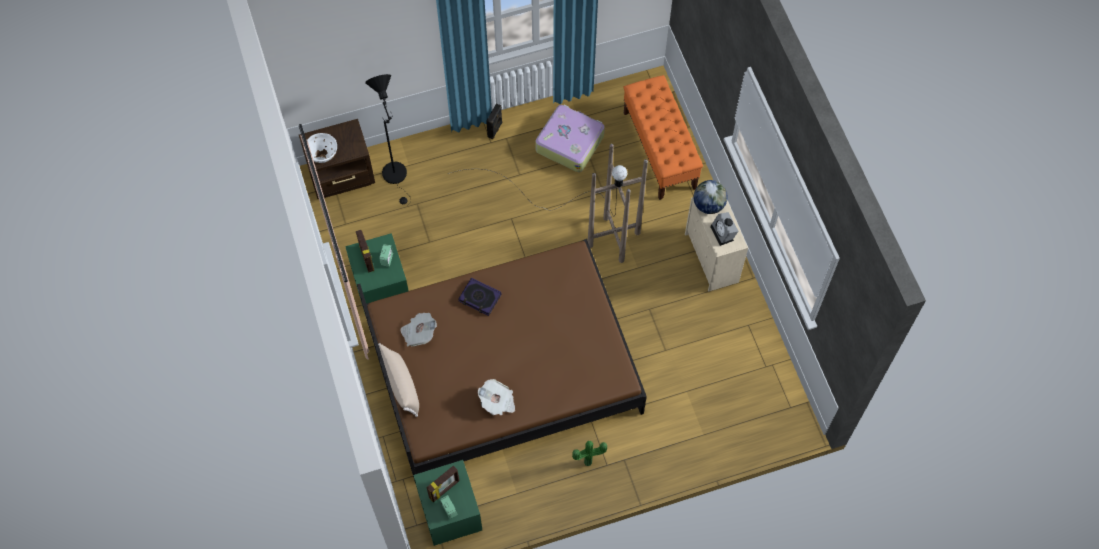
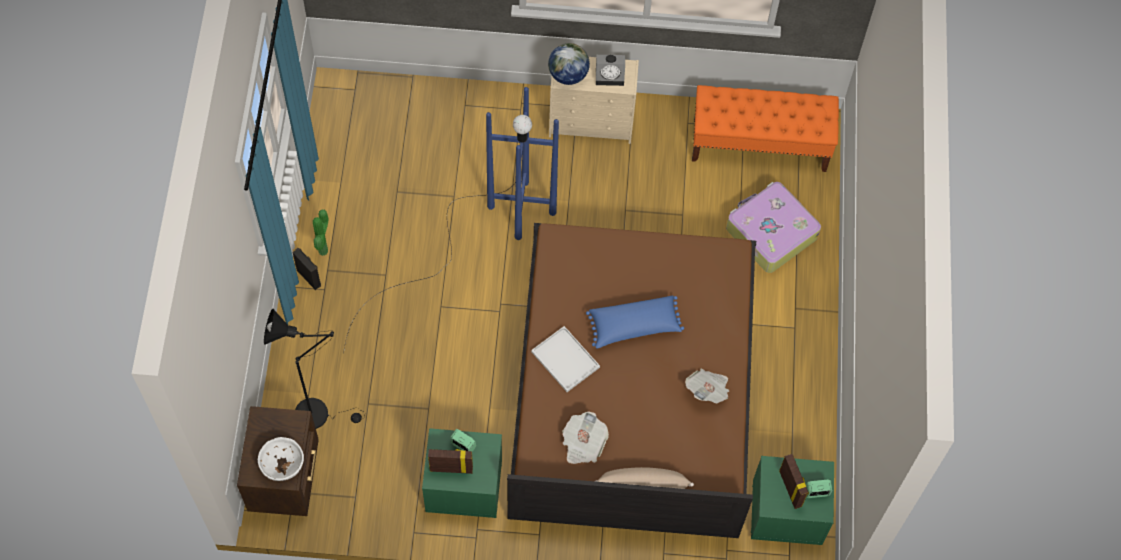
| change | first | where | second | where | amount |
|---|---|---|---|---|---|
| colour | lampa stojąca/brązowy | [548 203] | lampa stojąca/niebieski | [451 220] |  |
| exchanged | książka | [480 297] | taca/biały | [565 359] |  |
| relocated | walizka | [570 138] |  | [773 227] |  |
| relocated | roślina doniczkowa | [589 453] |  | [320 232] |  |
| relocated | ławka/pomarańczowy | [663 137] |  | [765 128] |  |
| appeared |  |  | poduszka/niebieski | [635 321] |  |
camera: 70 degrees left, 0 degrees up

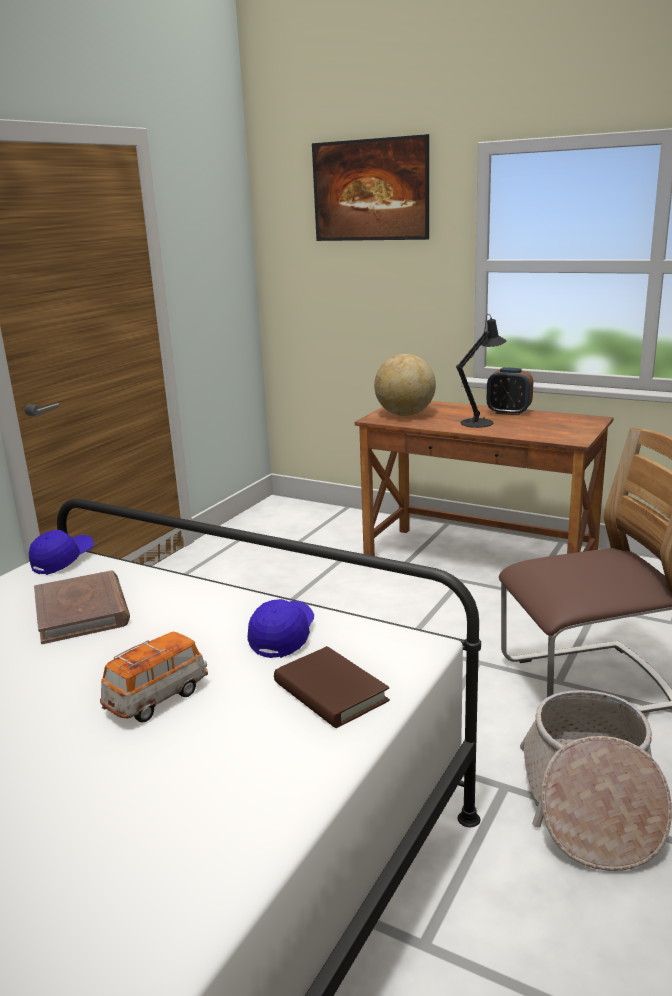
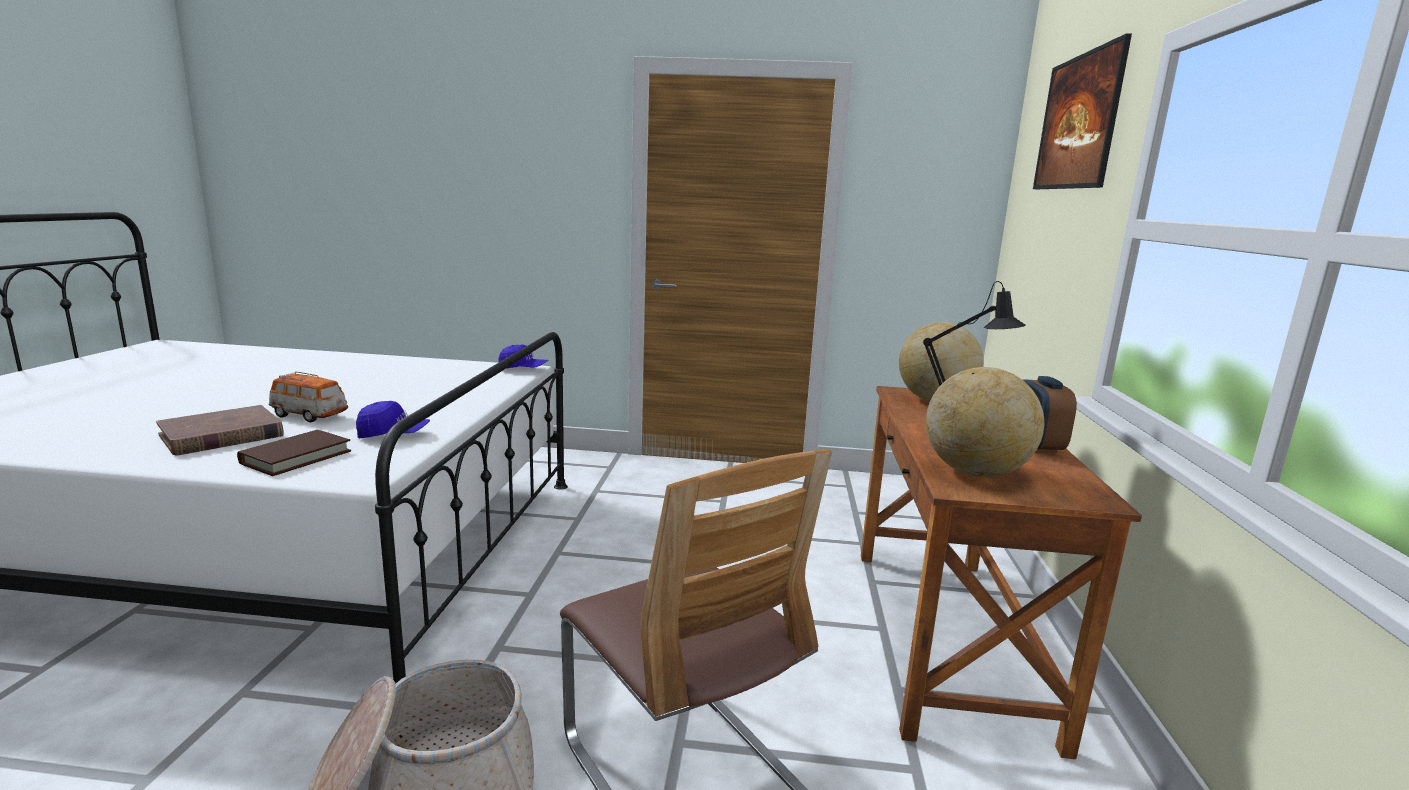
| change | first | where | second | where | amount |
|---|---|---|---|---|---|
| relocated | książka/brązowy | [82 607] |  | [220 430] |  |
| appeared |  |  | globus | [985 422] |  |
camera: 65 degrees right, 5 degrees down

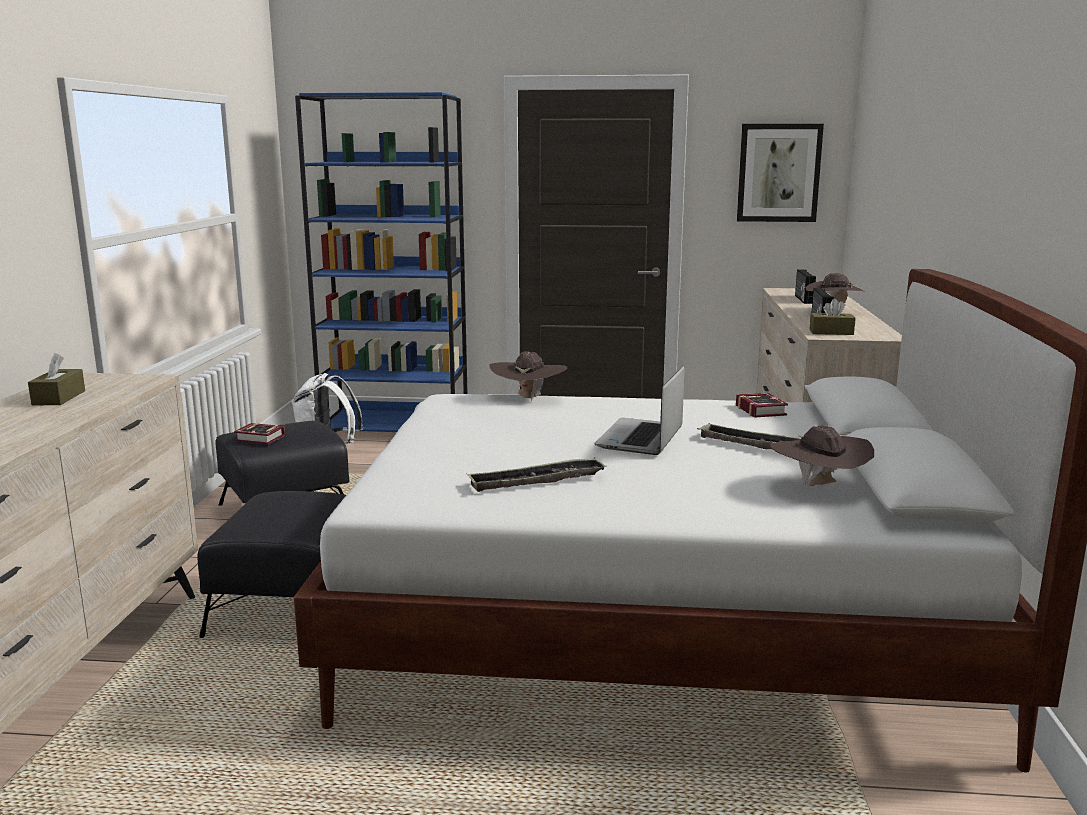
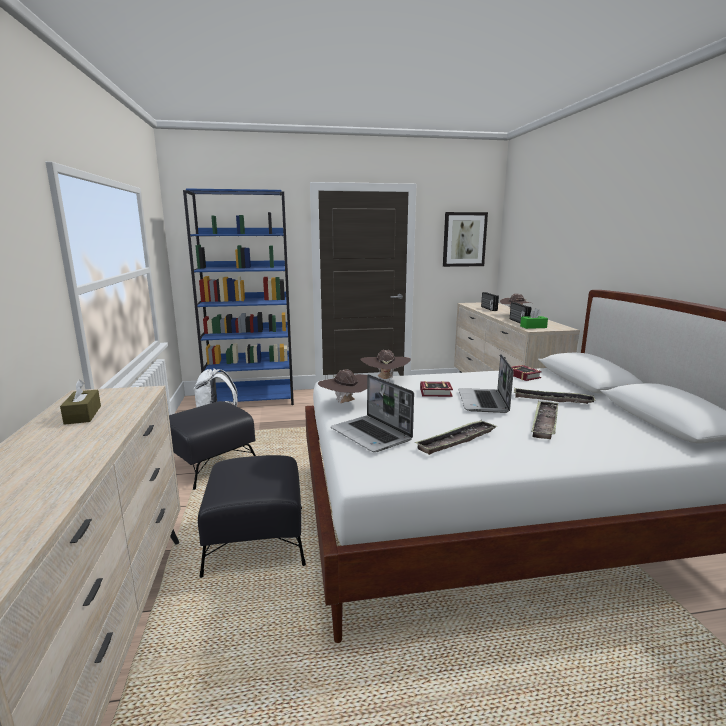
| change | first | where | second | where | amount |
|---|---|---|---|---|---|
| relocated | książka | [259 434] |  | [436 389] |  |
| relocated | kapelusz/brązowy | [822 455] |  | [342 386] |  |
| colour | pudełko chusteczek/brązowy | [832 317] | pudełko chusteczek/zielony | [534 318] |  |
| appeared |  |  | laptop | [372 413] |  |
| appeared |  |  | taca | [544 420] |  |
camera: 15 degrees left, 0 degrees up

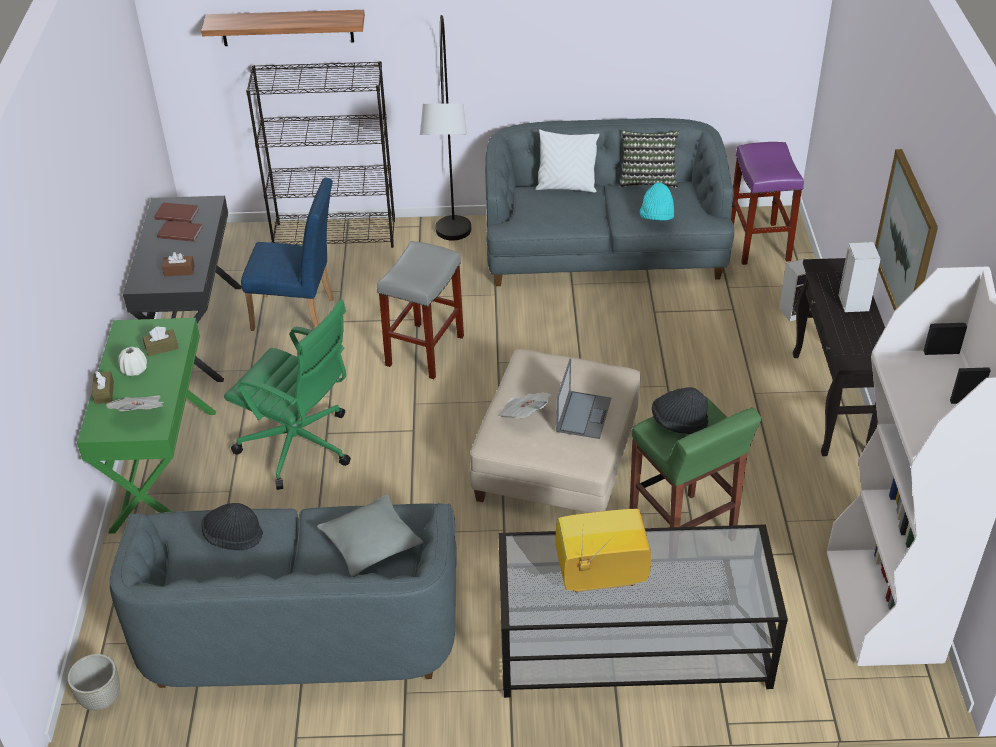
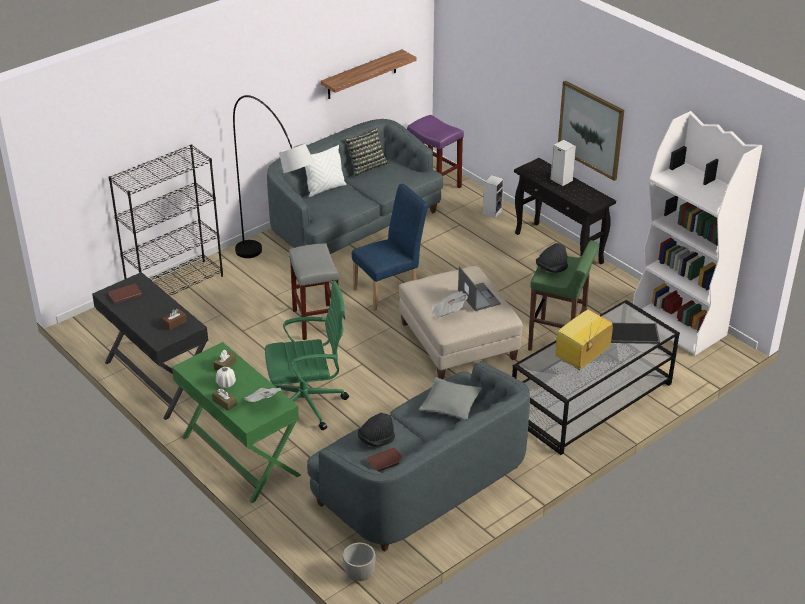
| change | first | where | second | where | amount |
|---|---|---|---|---|---|
| relocated | książka/brązowy | [180 231] |  | [384 459] |  |
| relocated | półka | [283 28] |  | [369 74] |  |
| relocated | krzesło/niebieski | [287 254] |  | [390 247] |  |
| missing | kapelusz/turkusowy | [657 202] |  |  |  |
| appeared |  |  | taca | [635 333] |  |
camera: 40 degrees left, 5 degrees down

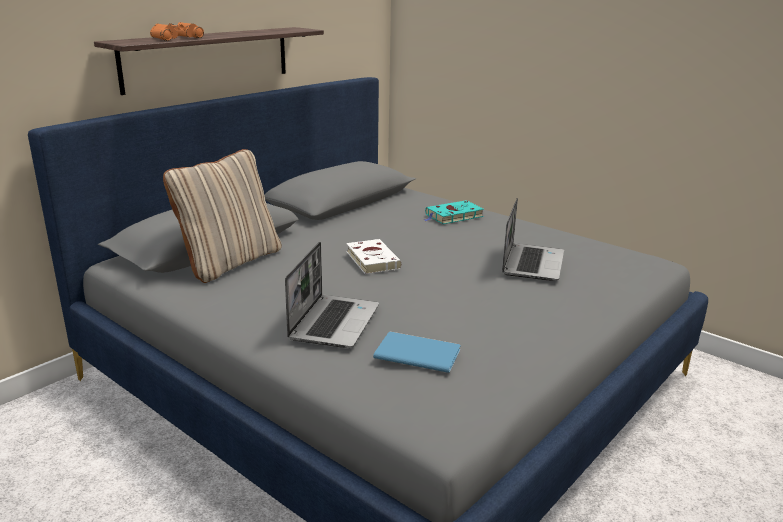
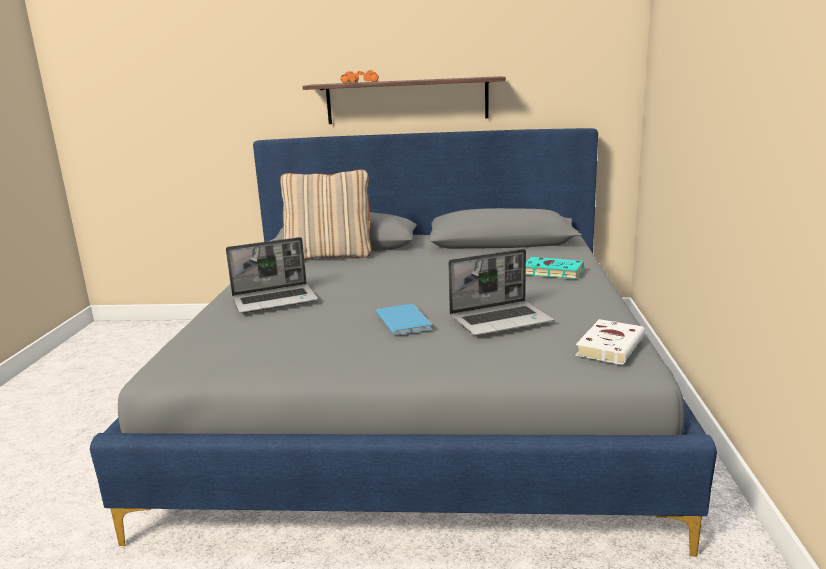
| change | first | where | second | where | amount |
|---|---|---|---|---|---|
| relocated | książka/biały | [374 256] |  | [610 342] |  |
| relocated | książka/niebieski | [417 352] |  | [404 320] |  |
camera: 55 degrees right, 5 degrees down

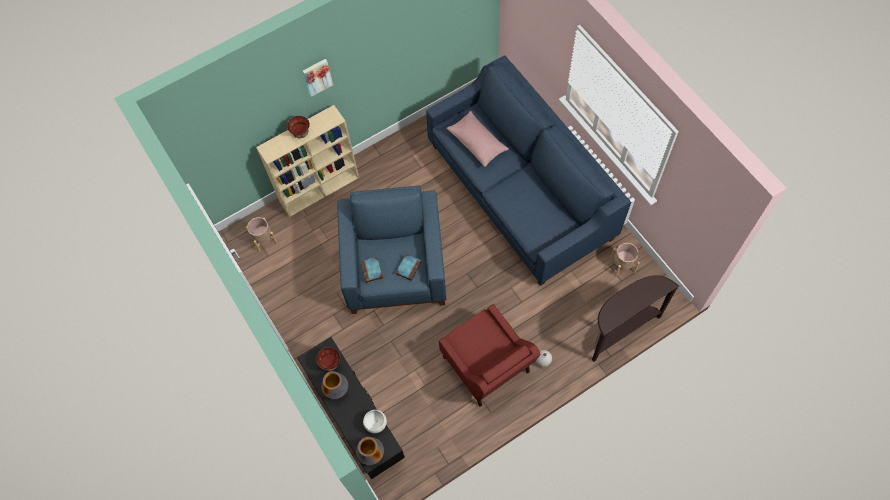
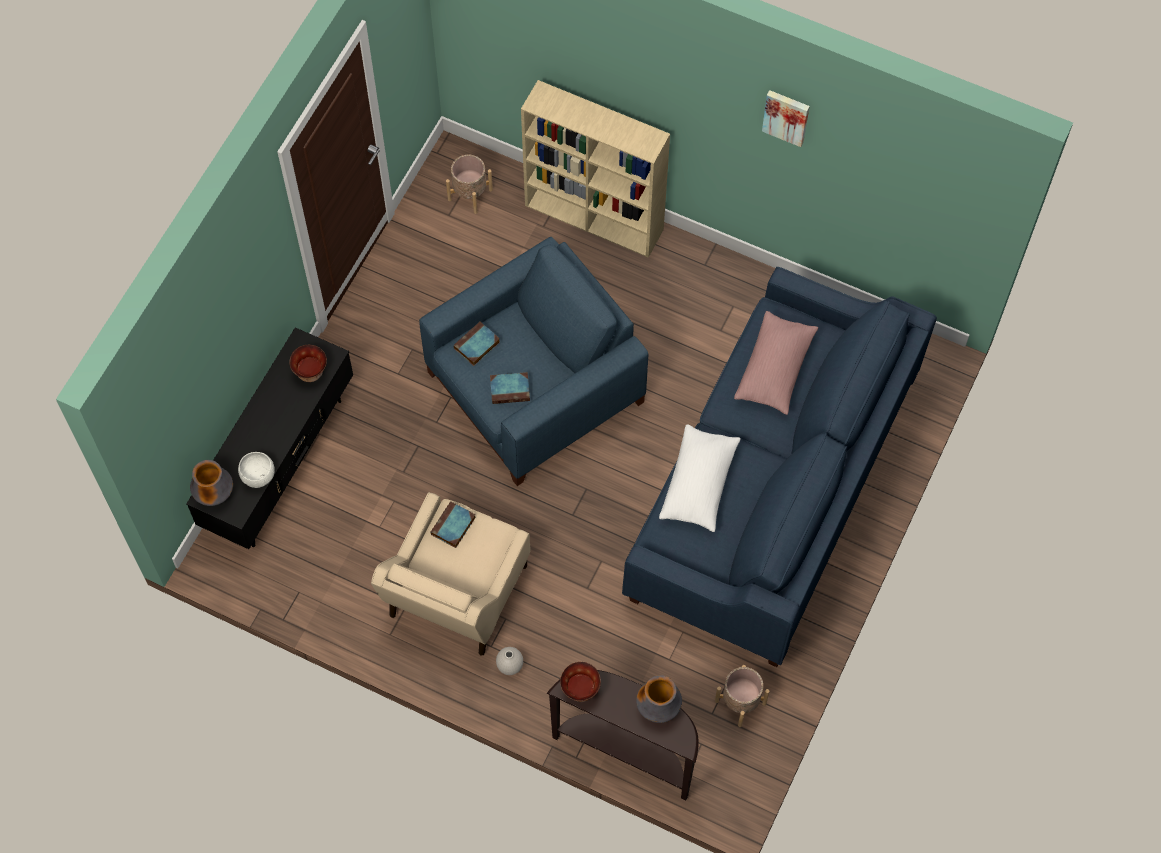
| change | first | where | second | where | amount |
|---|---|---|---|---|---|
| relocated | miska | [298 127] |  | [580 682] |  |
| relocated | obraz | [318 78] |  | [786 118] |  |
| relocated | wazon | [334 385] |  | [659 699] |  |
| colour | fotel/czerwony | [490 355] | fotel/beżowy | [451 574] |  |
| appeared |  |  | książka | [453 524] |  |
| appeared |  |  | poduszka/biały | [700 478] |  |
camera: 55 degrees right, 0 degrees up

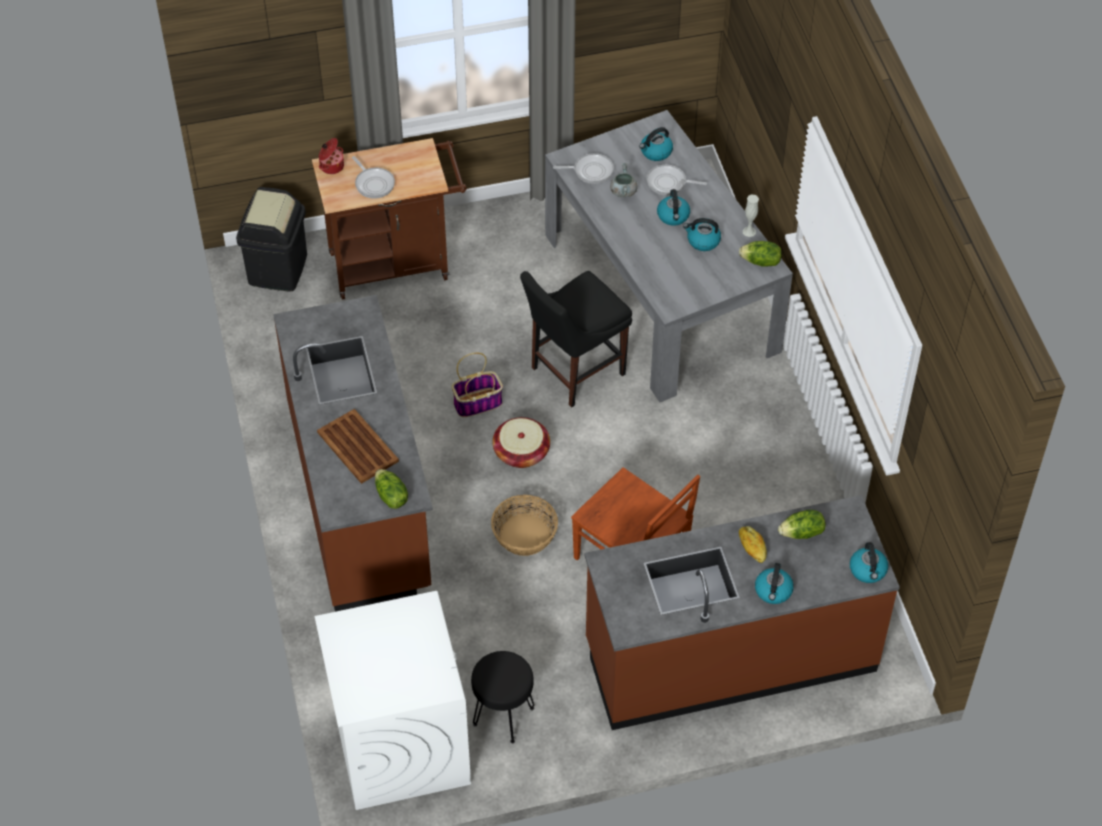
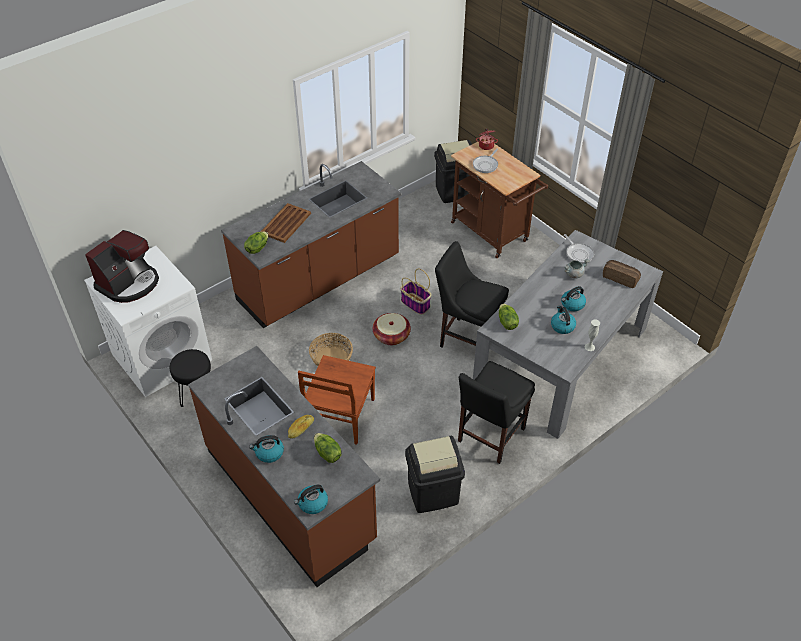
| change | first | where | second | where | amount |
|---|---|---|---|---|---|
| exchanged | czajnik | [656 144] | chleb | [622 274] |  |
| missing | patelnia | [677 180] |  |  |  |
| relocated | sałata | [760 254] |  | [509 316] |  |
| appeared |  |  | ekspres do kawy | [122 266] |  |
| appeared |  |  | kosz na śmieci/czarny | [435 474] |  |
| appeared |  |  | krzesło/czarny | [496 412] |  |
camera: 65 degrees right, 5 degrees down

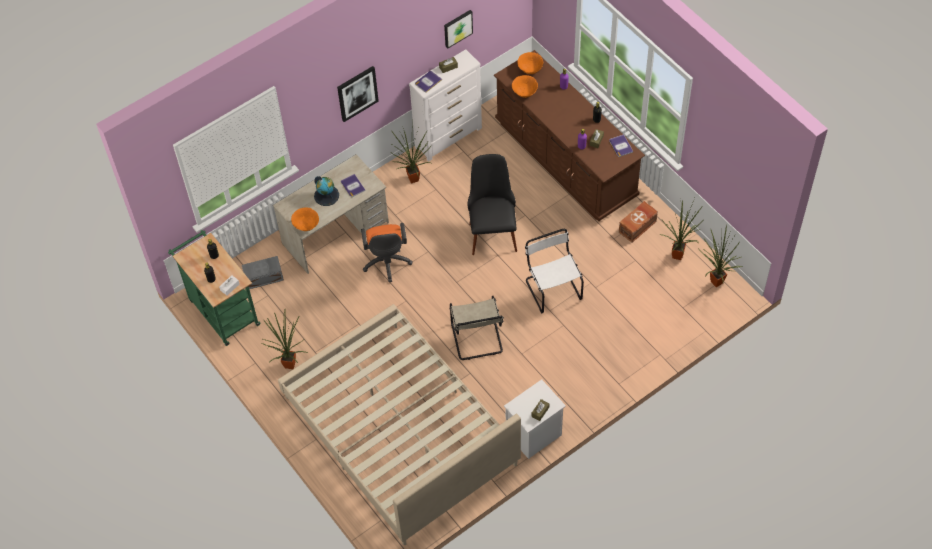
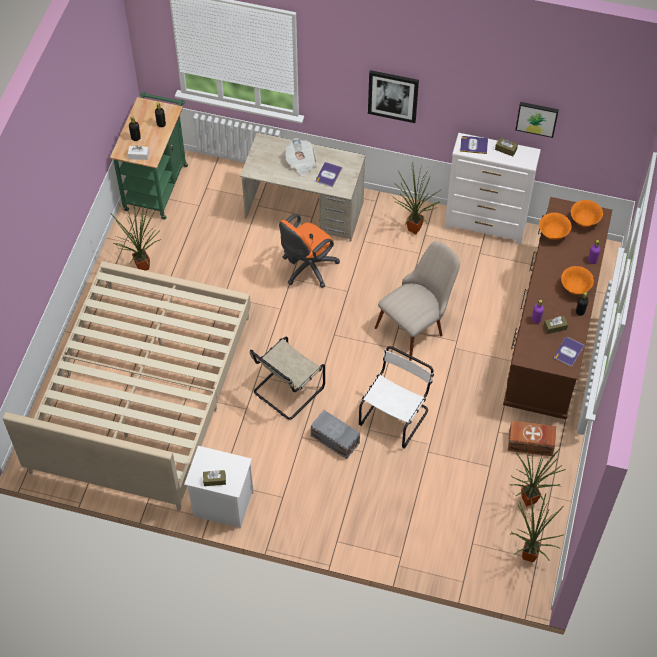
| change | first | where | second | where | amount |
|---|---|---|---|---|---|
| relocated | pojemnik do przechowywania/szary | [263 272] |  | [335 434] |  |
| relocated | miska/pomarańczowy | [305 219] |  | [577 280] |  |
| exchanged | globus | [326 191] | gazeta | [301 157] |  |
| colour | krzesło/czarny | [492 204] | krzesło/beżowy | [417 301] |  |
camera: 50 degrees right, 0 degrees up

